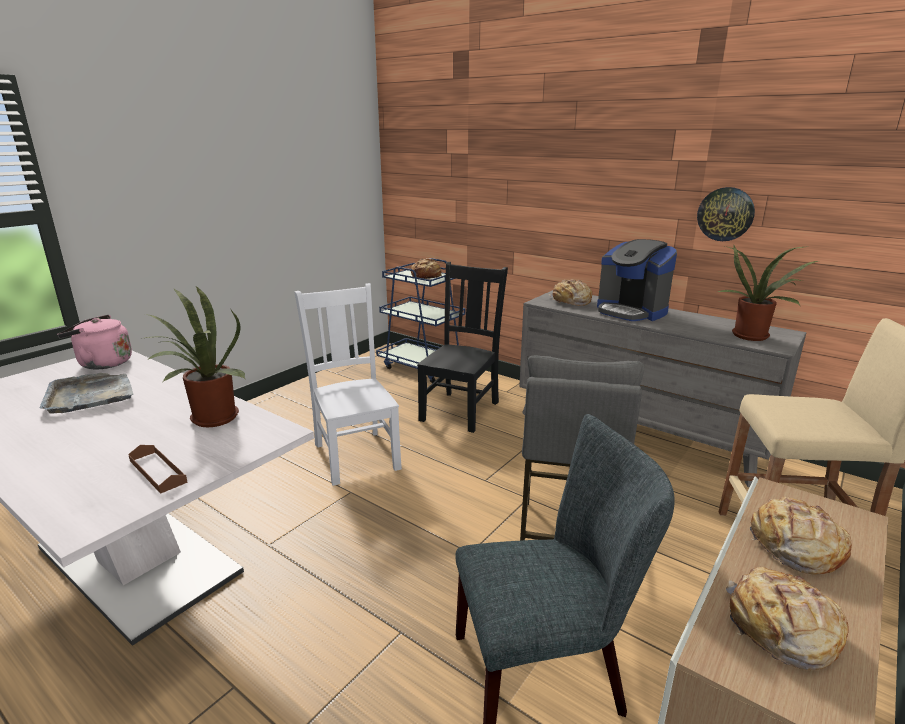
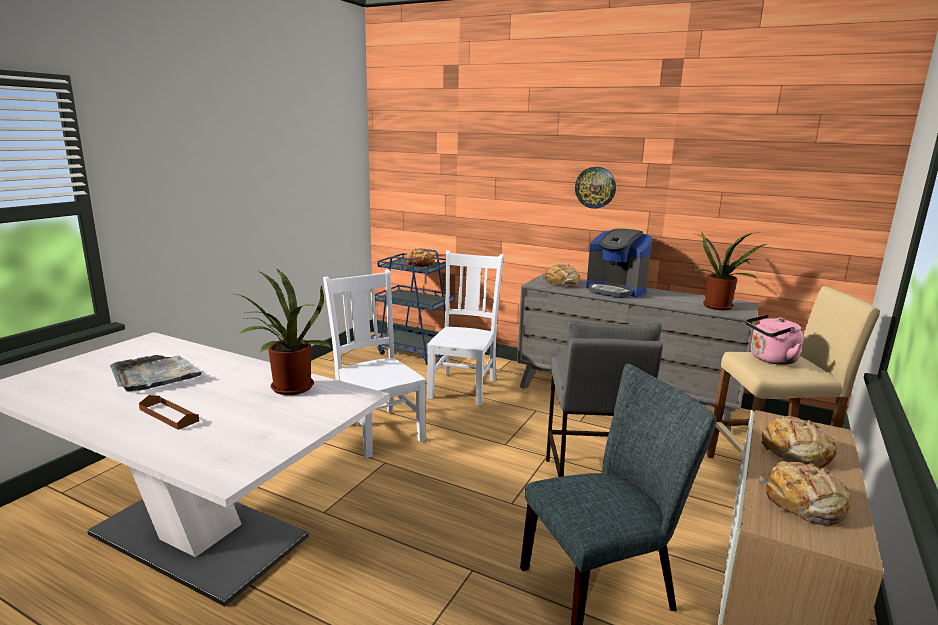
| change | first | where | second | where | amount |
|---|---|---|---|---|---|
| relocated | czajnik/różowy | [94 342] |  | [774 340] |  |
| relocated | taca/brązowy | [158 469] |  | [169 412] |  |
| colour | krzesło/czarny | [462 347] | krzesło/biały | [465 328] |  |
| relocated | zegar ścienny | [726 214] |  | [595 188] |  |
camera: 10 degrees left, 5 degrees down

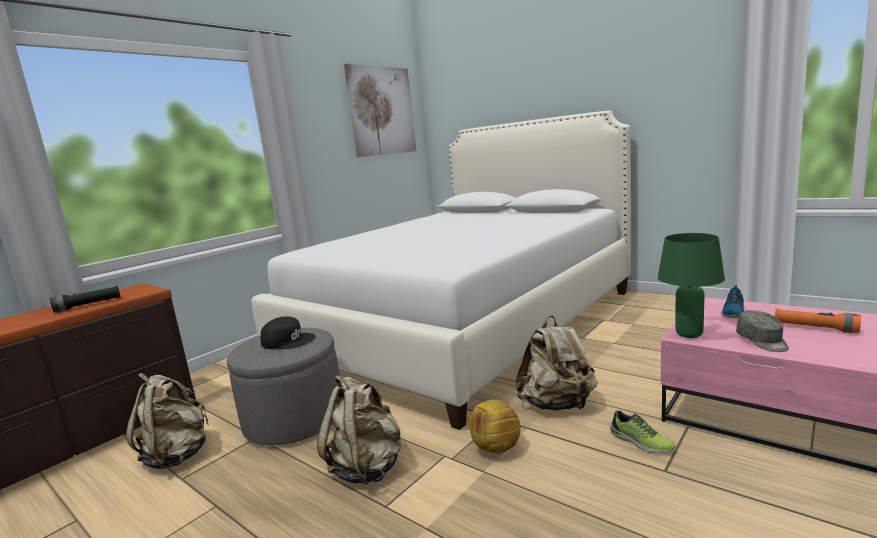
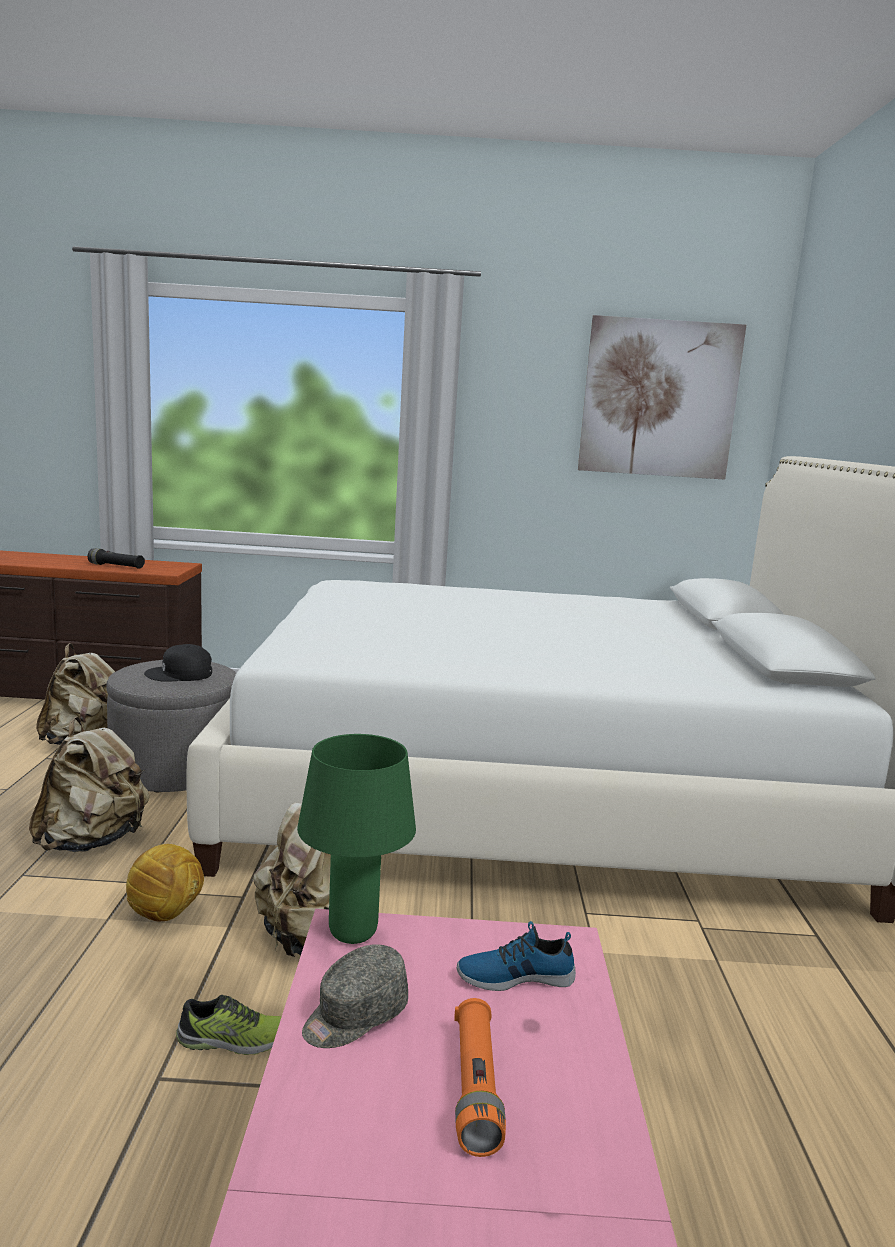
| change | first | where | second | where | amount |
|---|---|---|---|---|---|
| spun | czapka z daszkiem/czarny | [287 332] |  | [178 663] | 105 degrees clockwise |
| spun | but | [642 432] |  | [229 1025] | 105 degrees counterclockwise |
camera: 50 degrees right, 0 degrees up

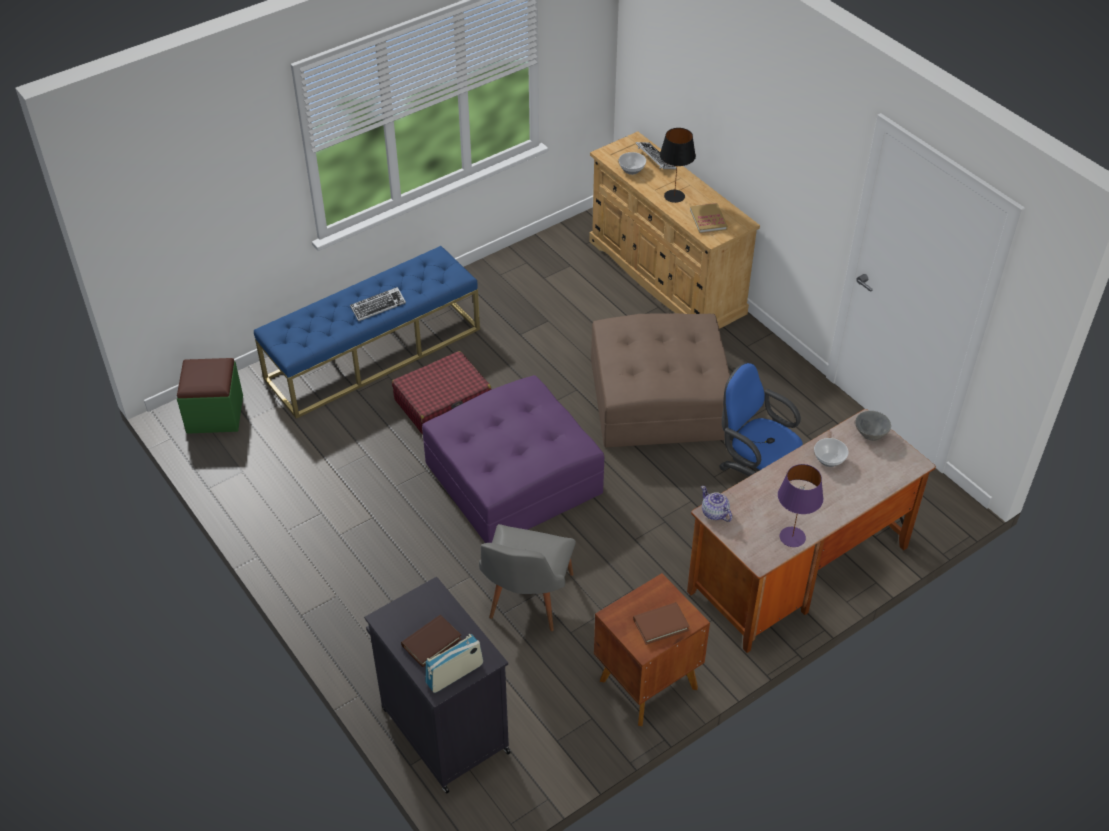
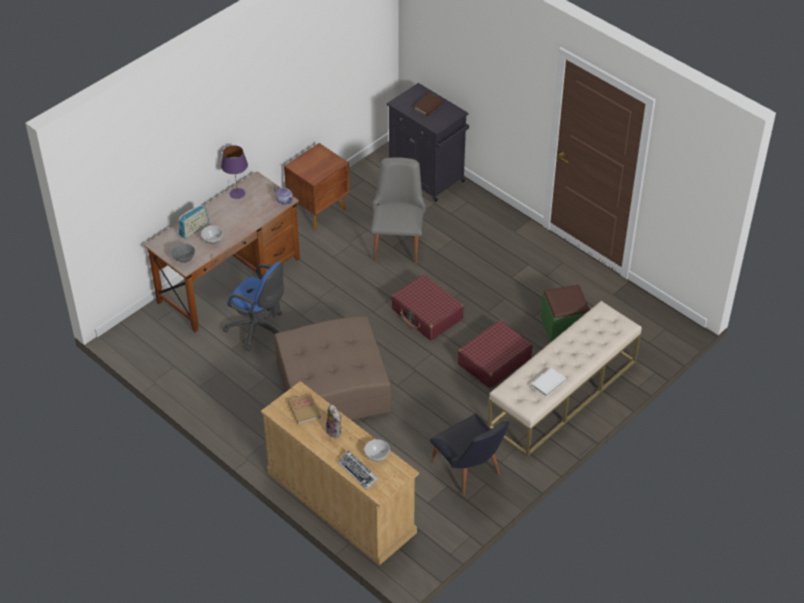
| change | first | where | second | where | amount |
|---|---|---|---|---|---|
| relocated | pufa/zielony | [210 396] |  | [565 313] |  |
| colour | ławka/niebieski | [367 332] | ławka/beżowy | [564 379] |  |
| missing | klawiatura | [378 304] |  |  |  |
| exchanged | pufa/fioletowy | [513 459] | walizka/czerwony | [427 307] |  |
| relocated | radio | [454 663] |  | [193 222] |  |
| missing | książka/brązowy | [661 623] |  |  |  |
| exchanged | lampa stołowa/czarny | [678 165] | pluszak | [333 421] |  |
| appeared |  |  | krzesło/czarny | [469 454] |  |
| appeared |  |  | książka/biały | [548 382] |  |
camera: 170 degrees right, 0 degrees up

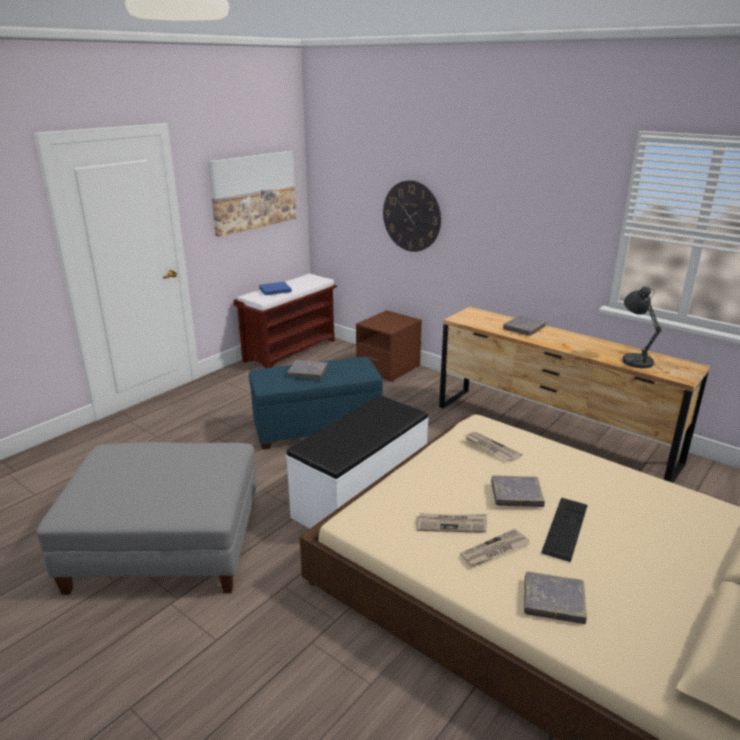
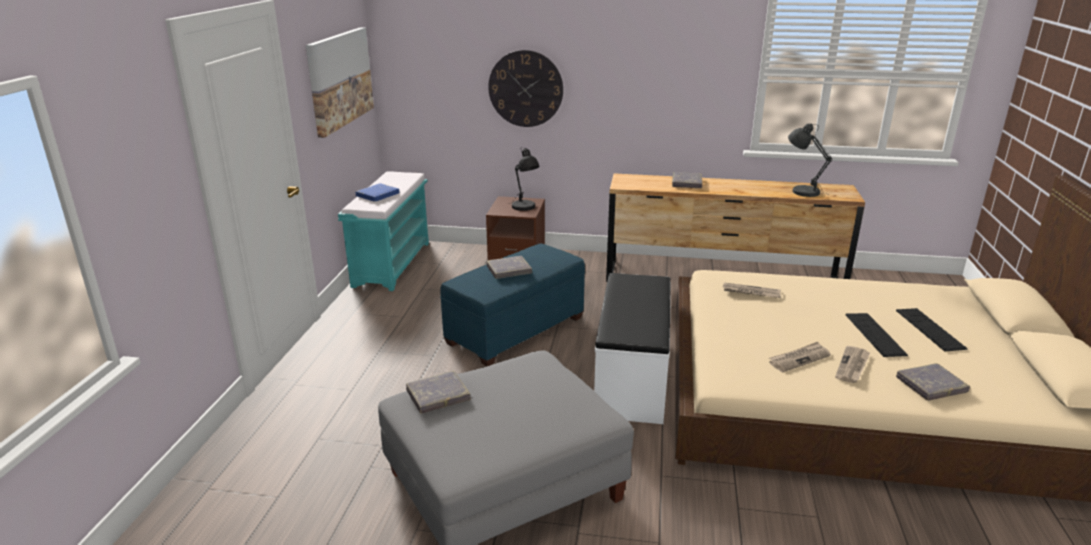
| change | first | where | second | where | amount |
|---|---|---|---|---|---|
| colour | ławka/brązowy | [285 321] | ławka/turkusowy | [383 231] |  |
| relocated | książka/szary | [518 491] |  | [438 392] |  |
| appeared |  |  | lampa stołowa/czarny | [525 179] |  |
| appeared |  |  | klawiatura | [932 329] |  |
camera: 30 degrees left, 0 degrees up

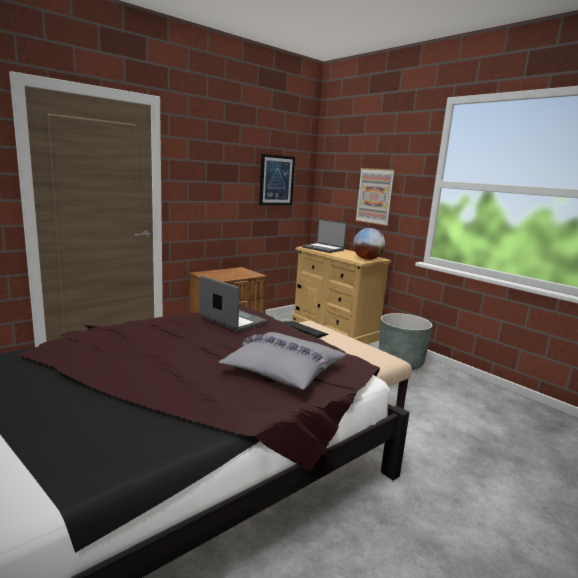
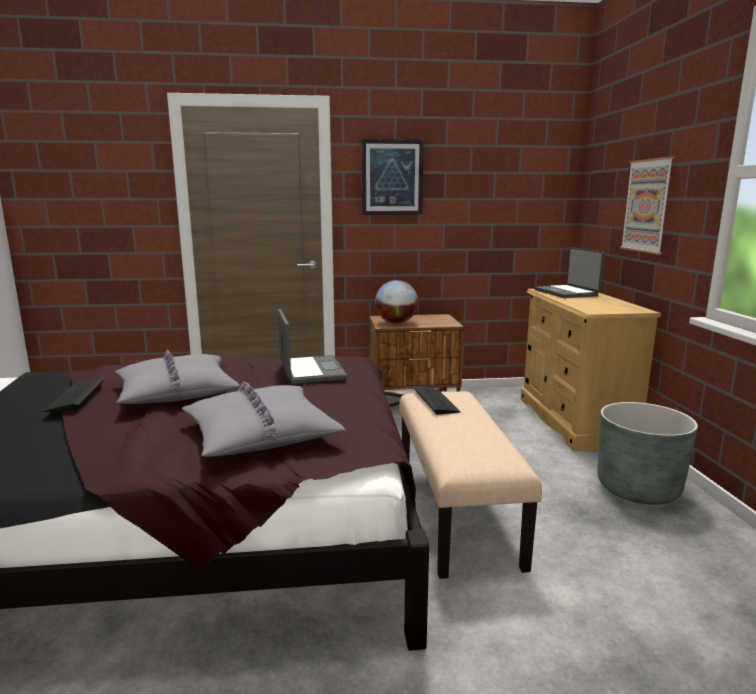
| change | first | where | second | where | amount |
|---|---|---|---|---|---|
| relocated | obraz | [277 179] |  | [393 177] |  |
| relocated | globus | [369 244] |  | [396 301] |  |
| appeared |  |  | klawiatura | [73 394] |  |
| appeared |  |  | poduszka/szary | [177 377] |  |
camera: 35 degrees right, 0 degrees up

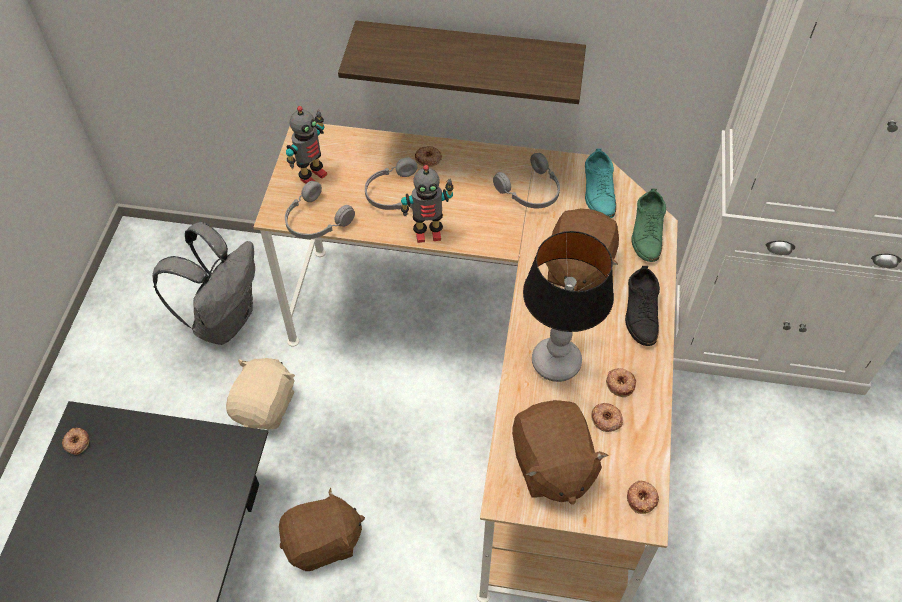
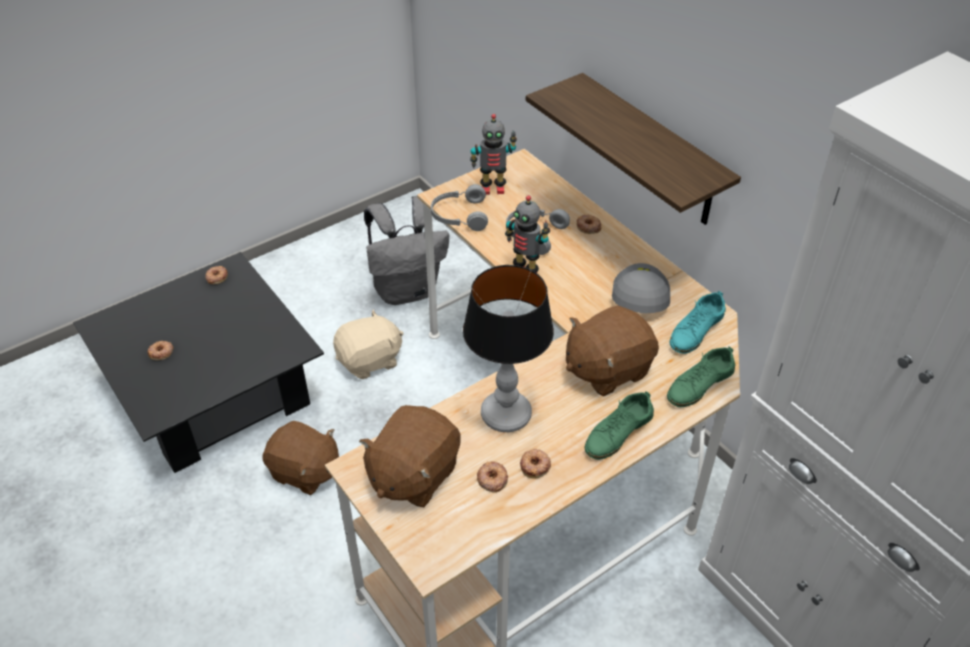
| change | first | where | second | where | amount |
|---|---|---|---|---|---|
| exchanged | słuchawki/szary | [526 180] | czapka z daszkiem/szary | [641 288] |  |
| colour | but/czarny | [642 306] | but/zielony | [619 425] |  |
| relocated | donut | [643 497] |  | [160 350] |  |
camera: 45 degrees right, 10 degrees down

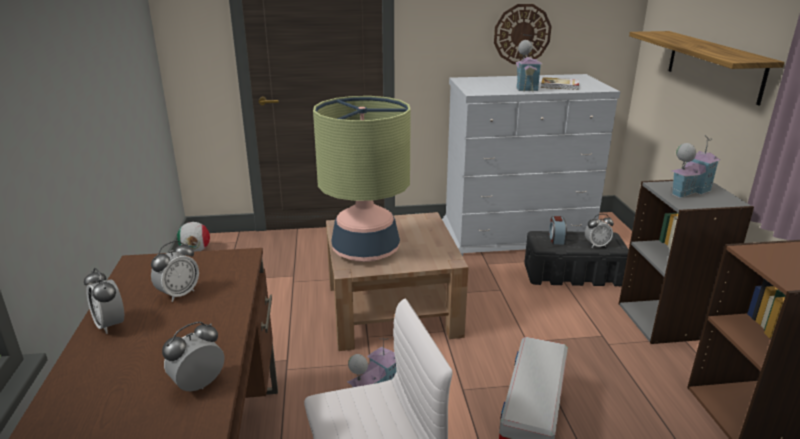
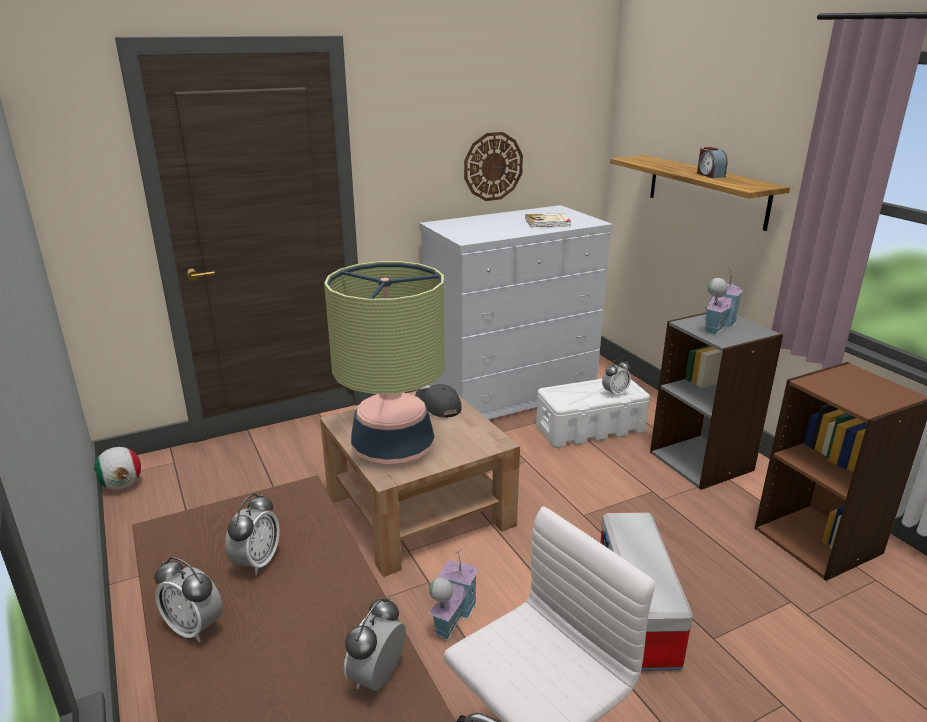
| change | first | where | second | where | amount |
|---|---|---|---|---|---|
| missing | domek | [529 66] |  |  |  |
| colour | pojemnik do przechowywania/czarny | [576 258] | pojemnik do przechowywania/biały | [593 413] |  |
| relocated | budzik | [558 230] |  | [712 162] |  |
| appeared |  |  | czapka z daszkiem/szary | [438 401] |  |
camera: 20 degrees left, 0 degrees up

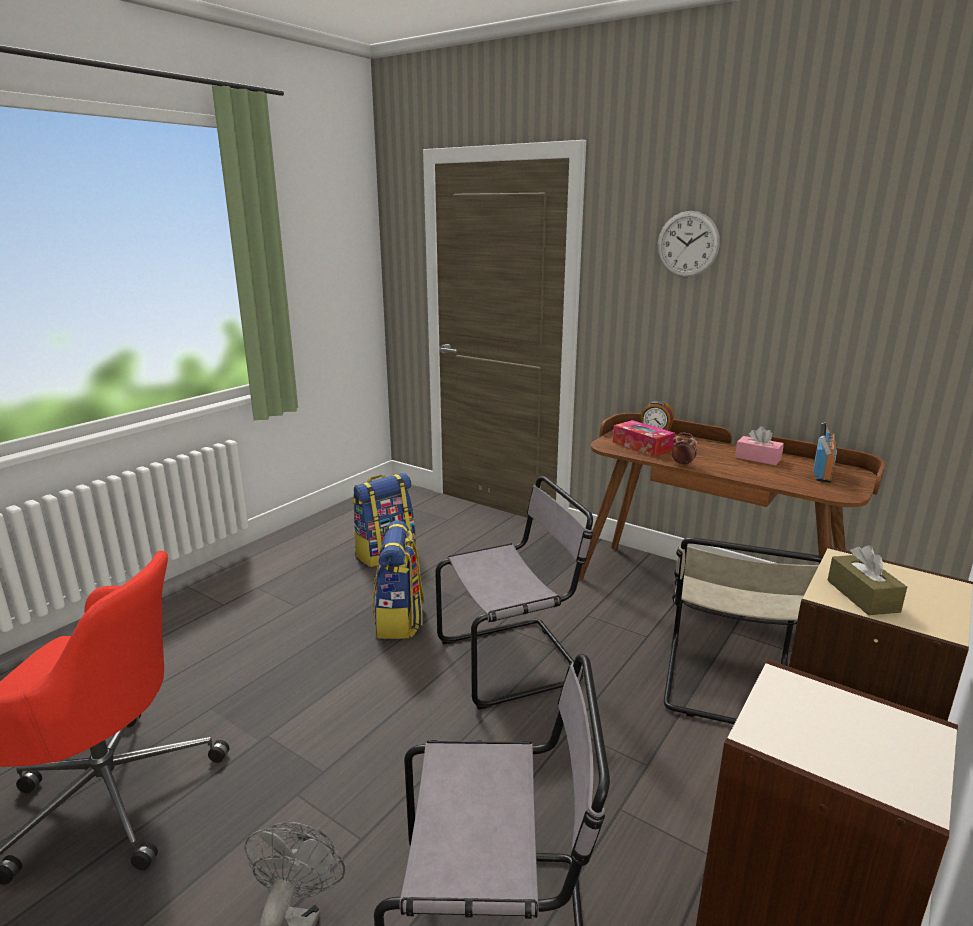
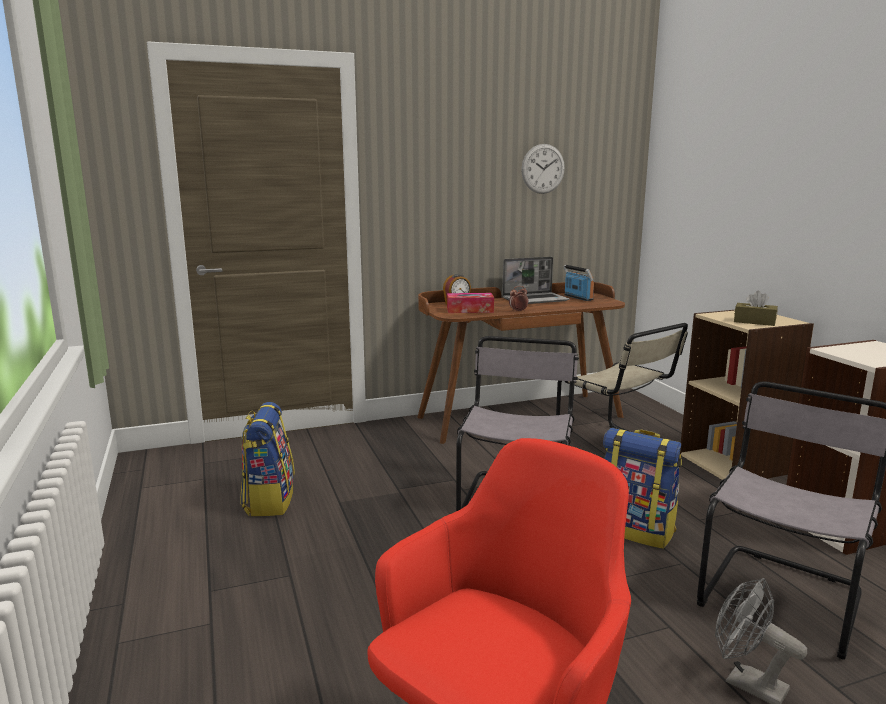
| change | first | where | second | where | amount |
|---|---|---|---|---|---|
| relocated | plecak | [398 579] |  | [642 488] |  |
| relocated | zegar ścienny | [688 244] |  | [543 169] |  |
| exchanged | pudełko chusteczek/różowy | [759 445] | laptop | [536 280] |  |
camera: 55 degrees left, 5 degrees down

